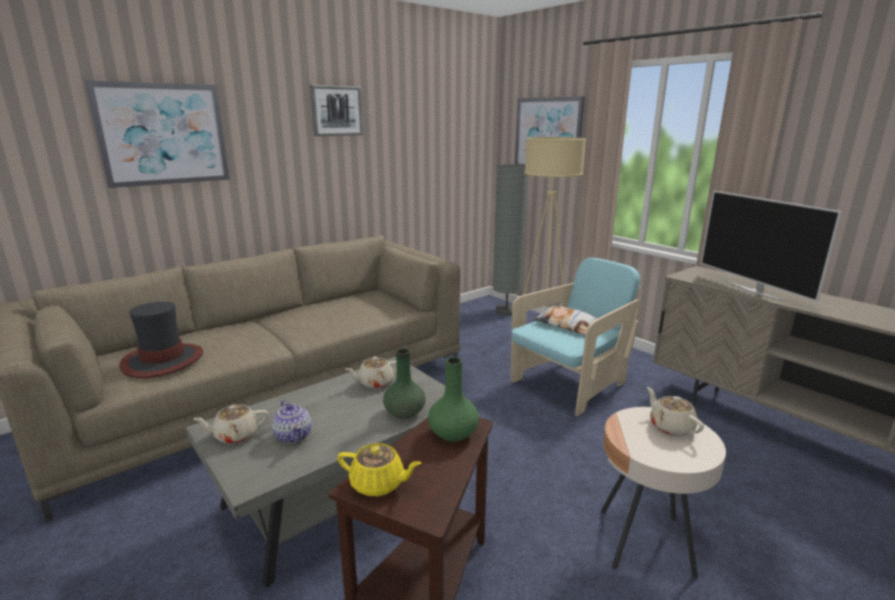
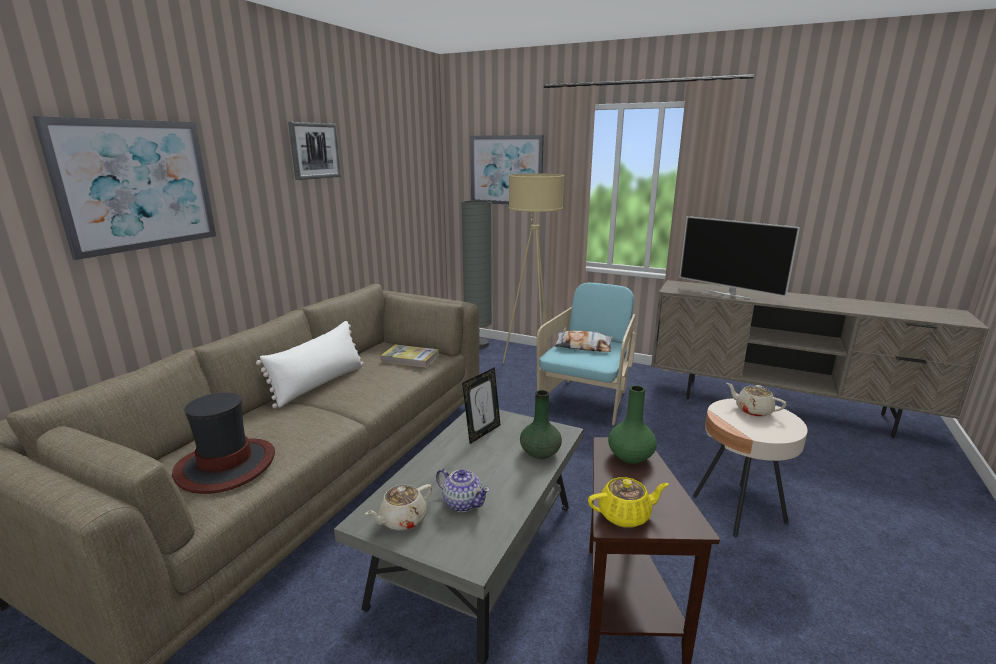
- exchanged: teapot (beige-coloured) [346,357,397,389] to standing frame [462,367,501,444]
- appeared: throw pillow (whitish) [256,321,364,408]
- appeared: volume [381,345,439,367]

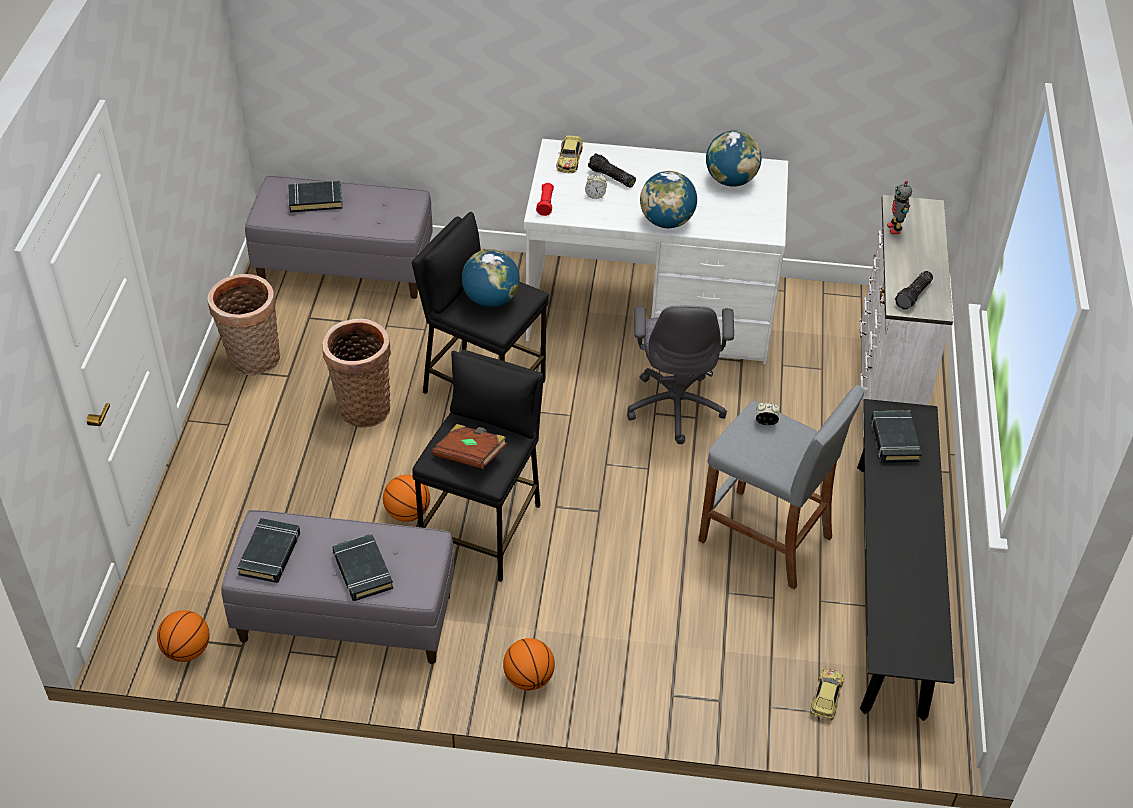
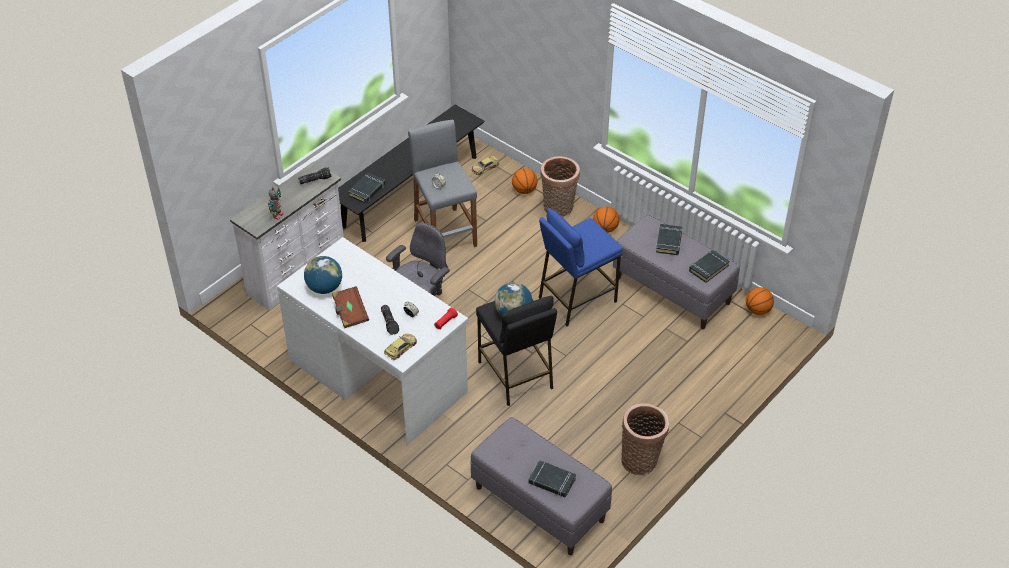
- missing: desk globe [640,171,697,228]
- relocated: storage basket [322,319,391,428] to [541,156,580,217]
- colour: sitting stool (black-coloured) [412,350,543,582] to sitting stool (bluish) [539,208,623,327]
- relocated: volume (brown-coloured) [432,424,507,469] to [332,286,369,328]
- relocated: ball for basketball [383,475,430,522] to [512,168,537,194]

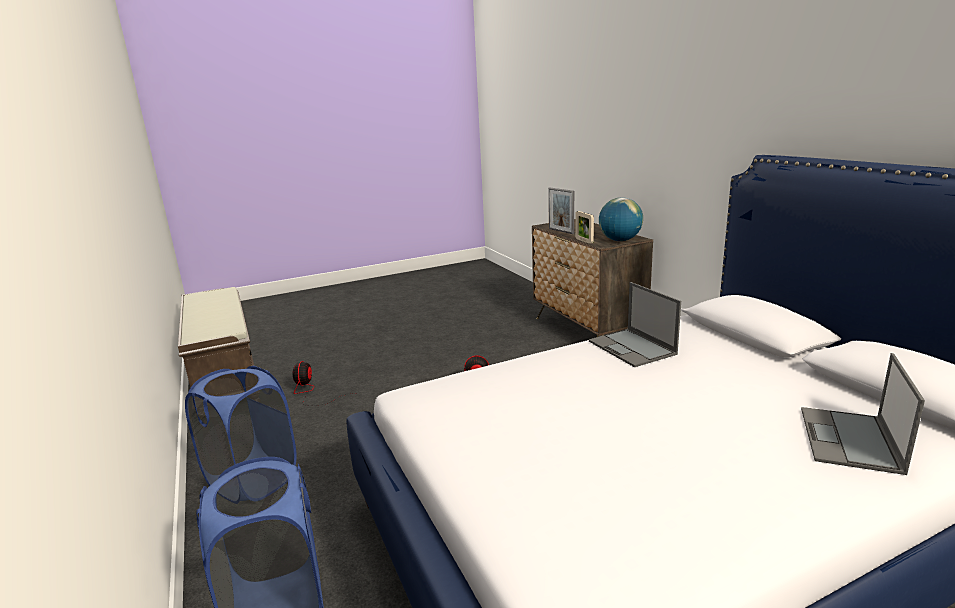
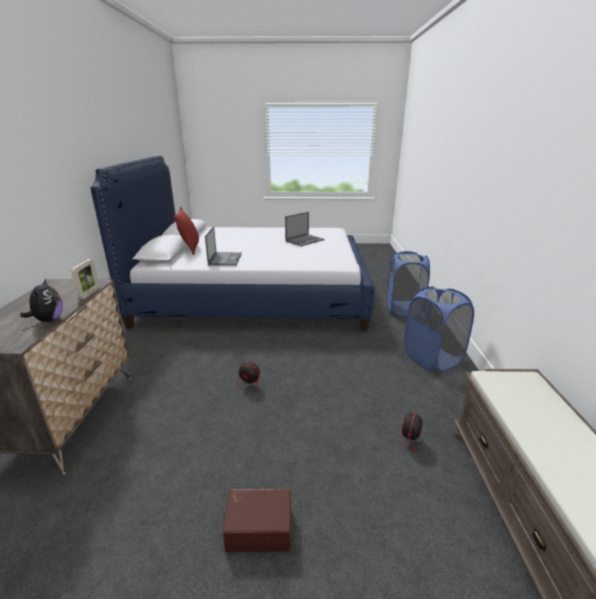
- exchanged: standing frame [548,188,574,234] to soft toy [20,279,63,322]
- missing: desk globe [599,197,643,241]
- relocated: laptop [801,353,925,475] to [285,212,325,246]
- appeared: throw pillow (reddish) [174,207,199,255]
- appeared: storage box (brown-coloured) [222,489,291,552]

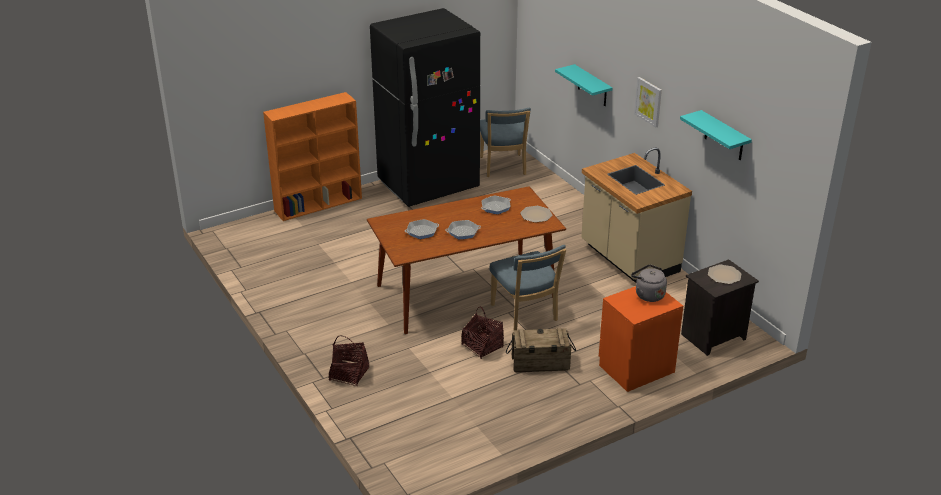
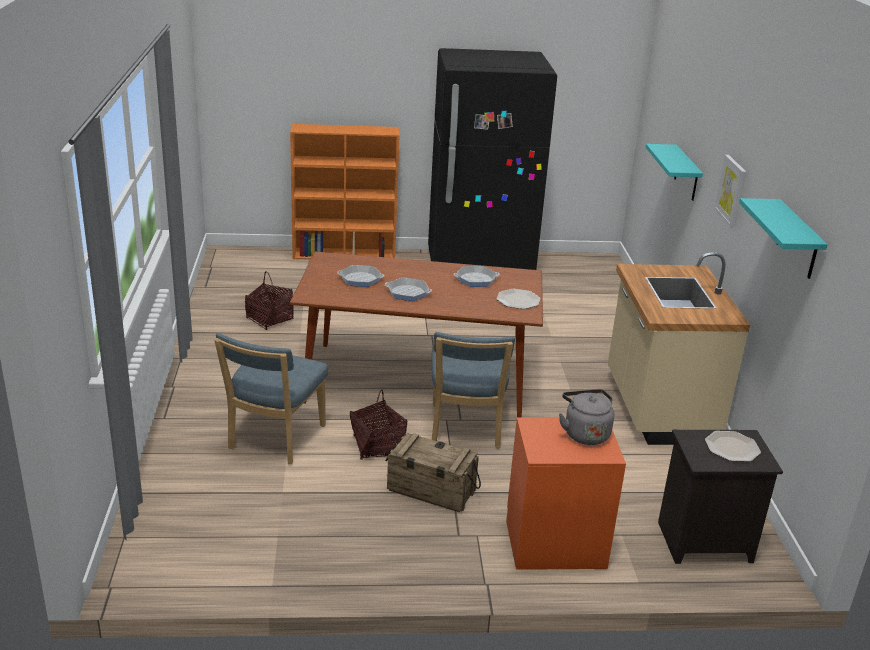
- relocated: chair (bluish) [480,108,531,177] to [214,333,328,464]
- relocated: storage basket [329,336,370,386] to [245,271,294,330]

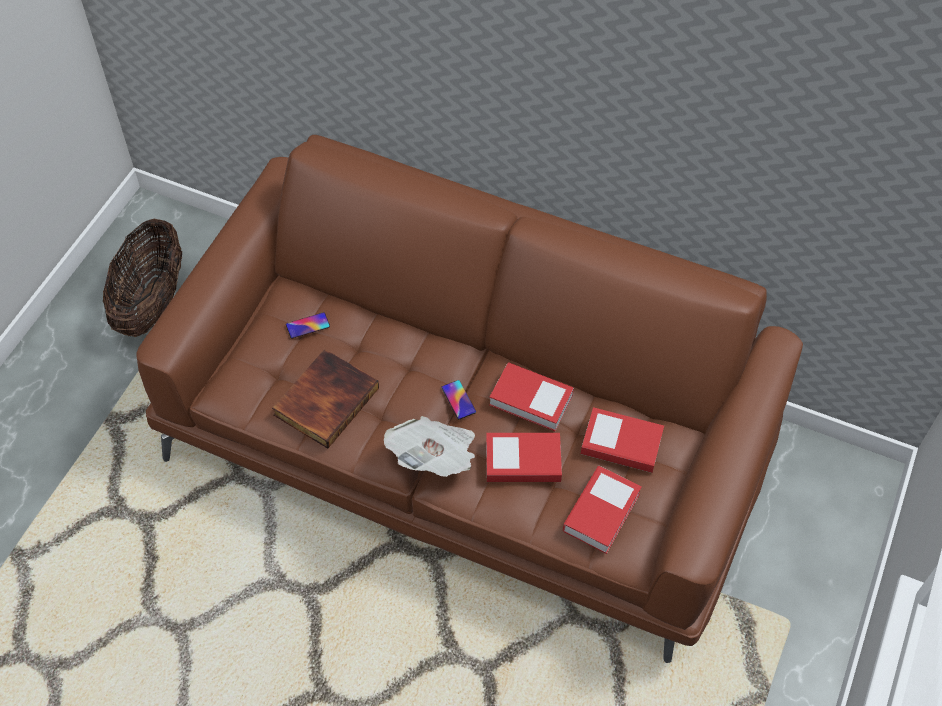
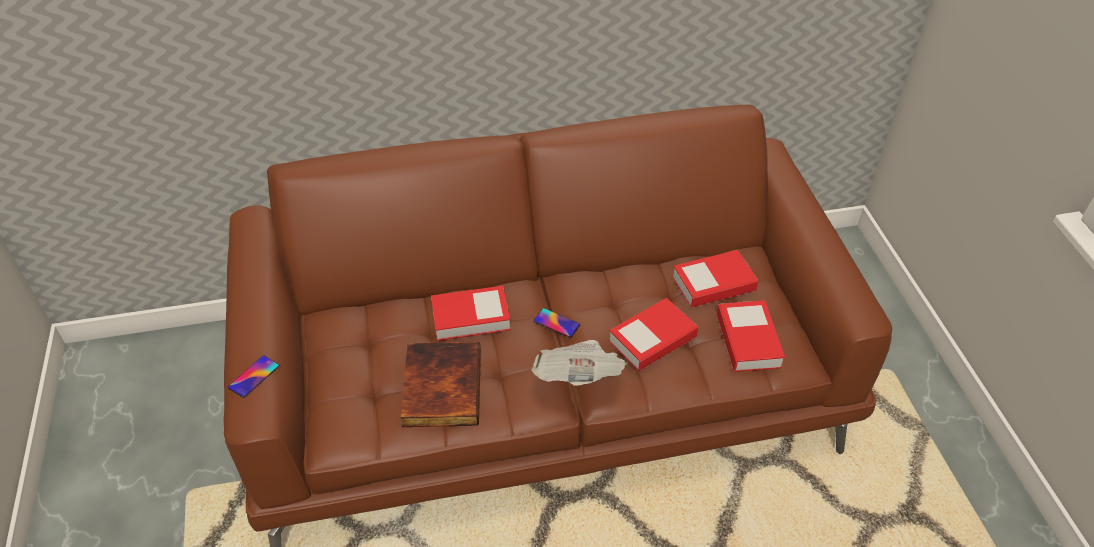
- missing: storage basket [103,219,182,337]
- relocated: telephone [286,312,330,339] to [228,355,279,398]
- relocated: volume [489,362,574,431] to [431,286,511,341]

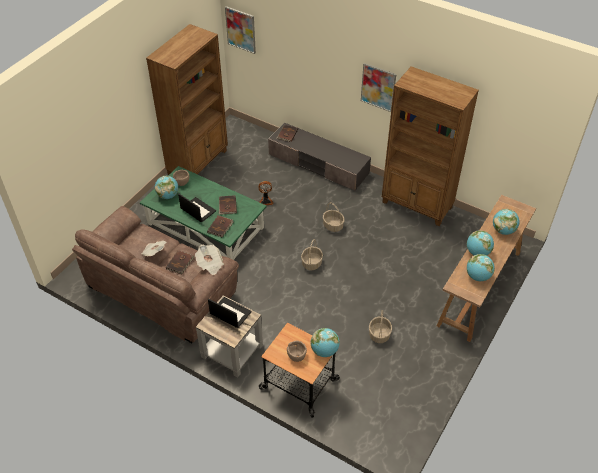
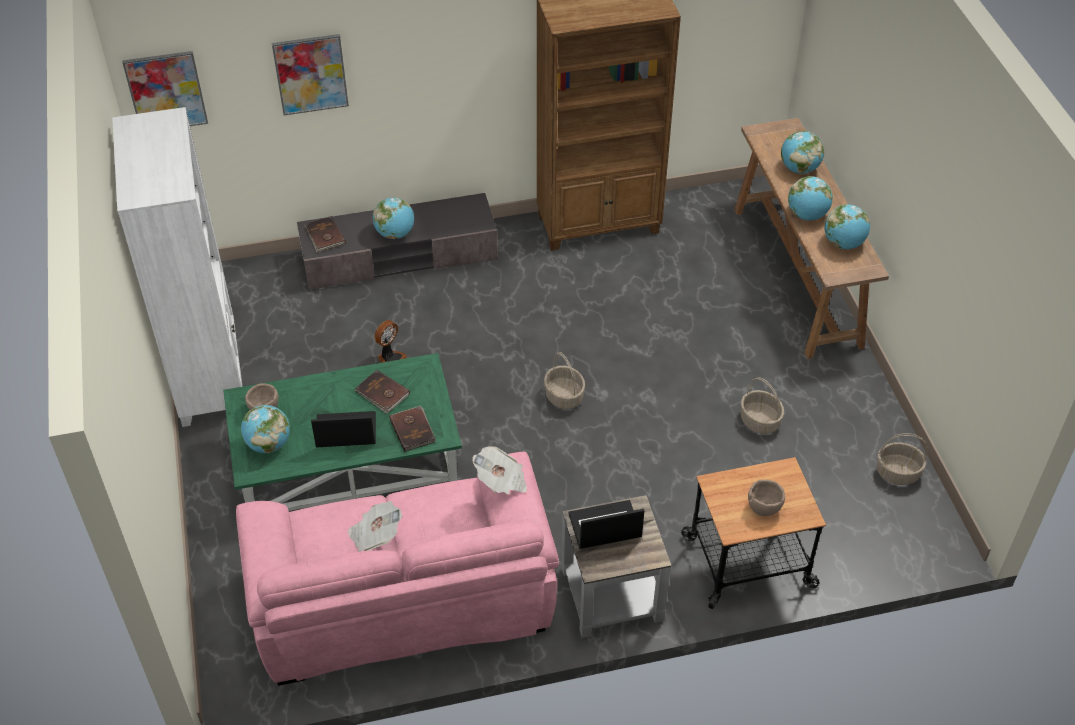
- colour: shelving unit (brown-coloured) [146,24,228,175] to shelving unit (whitish) [112,107,243,427]
- relocated: wall picture [361,63,396,112] to [272,34,349,115]
- relocated: storage basket [323,202,344,232] to [877,433,928,485]
- colour: settee (brown-coloured) [72,206,239,343] to settee (pinkish) [236,452,559,686]
- missing: volume (brown-coloured) [166,250,195,274]
- relocated: desk globe [311,328,339,357] to [373,198,414,239]

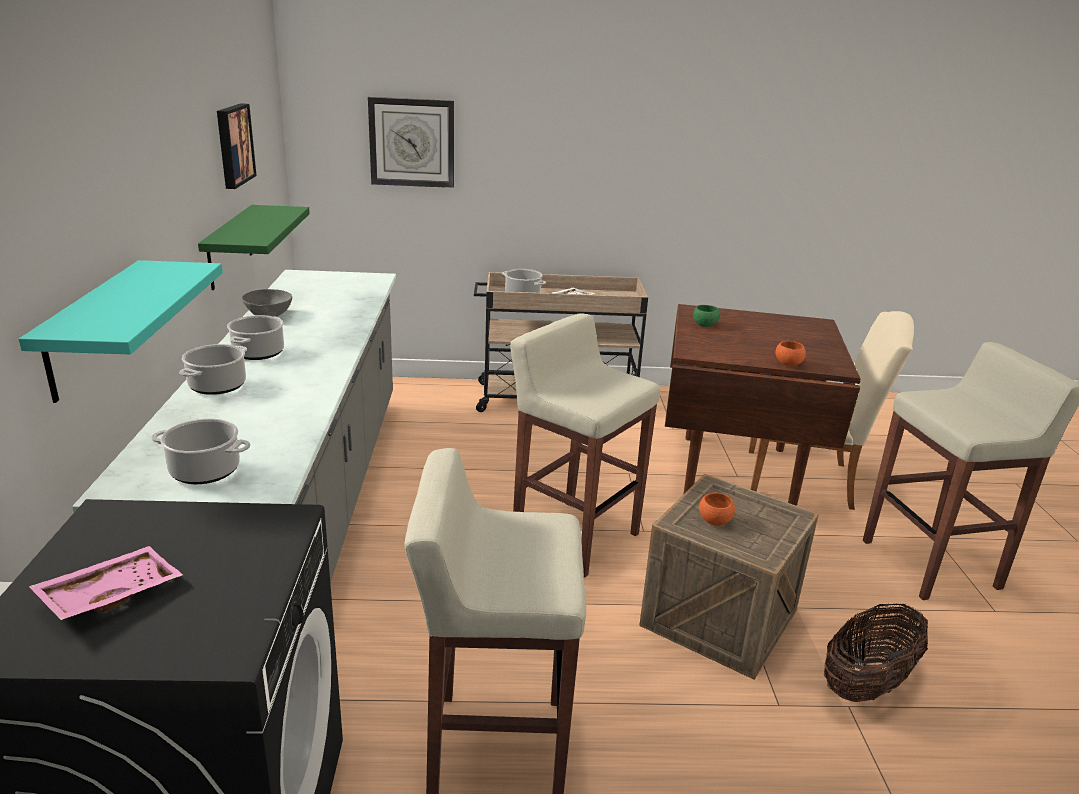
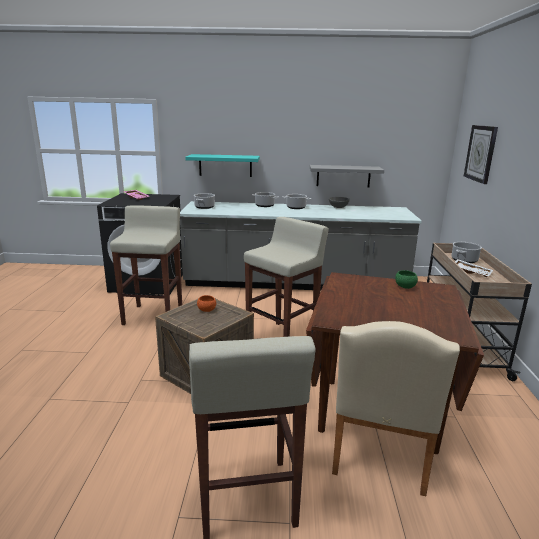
- missing: wall picture [217,103,257,189]
- colour: shelf (greenish) [198,205,310,290] to shelf (gray) [310,165,384,188]
- missing: bowl (orangey) [775,341,806,366]
- missing: storage basket [824,602,928,702]

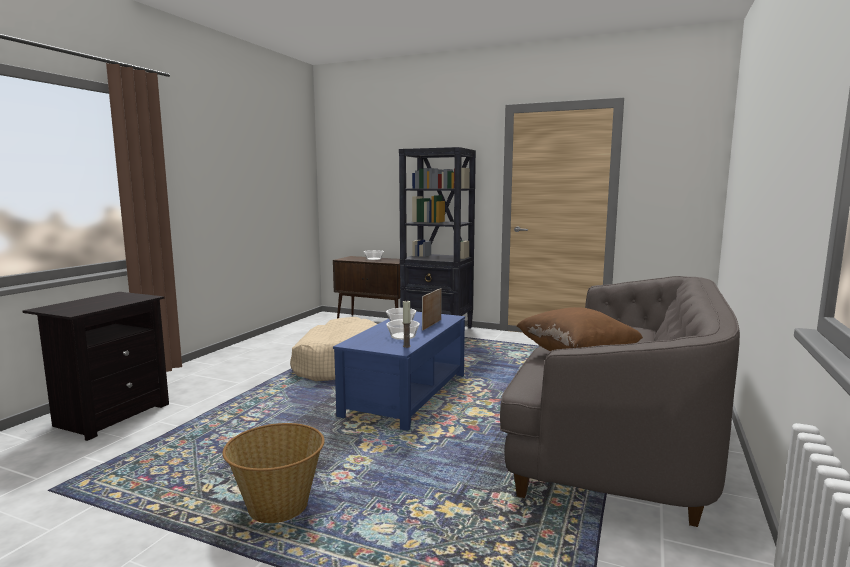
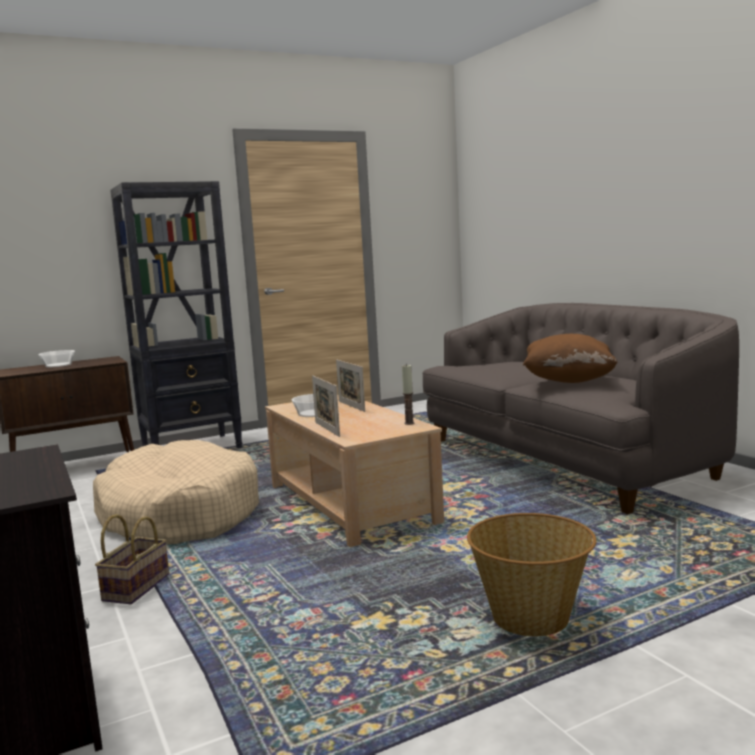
- colour: low table (bluish) [333,311,465,431] to low table (beige-coloured) [265,395,444,547]
- missing: bowl [386,320,420,340]
- appeared: standing frame [312,375,340,437]
- appeared: storage basket [95,514,169,604]

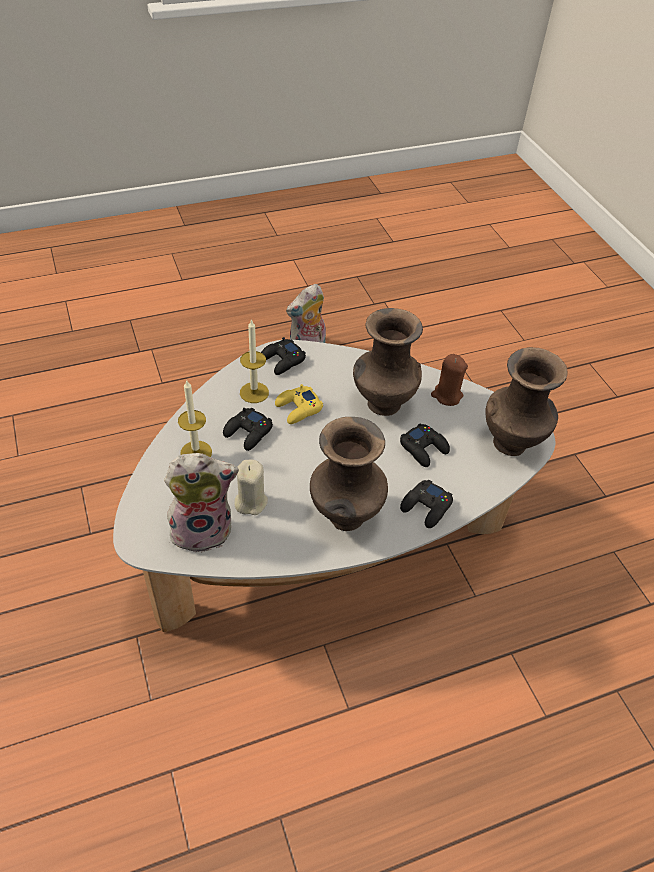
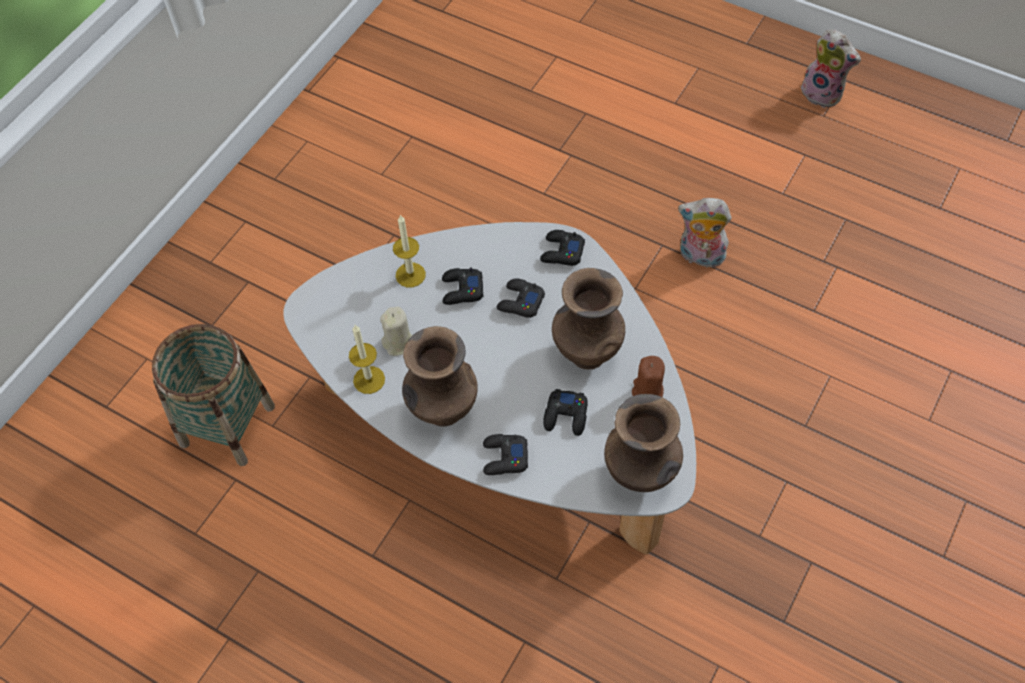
- relocated: wax light [240,319,269,403] to [349,325,385,394]
- colour: gamepad (yellow) [275,384,323,424] to gamepad (black-coloured) [497,279,545,318]
- relocated: soft toy [164,453,239,554] to [801,29,861,108]
- appeared: storage basket [152,324,275,466]

